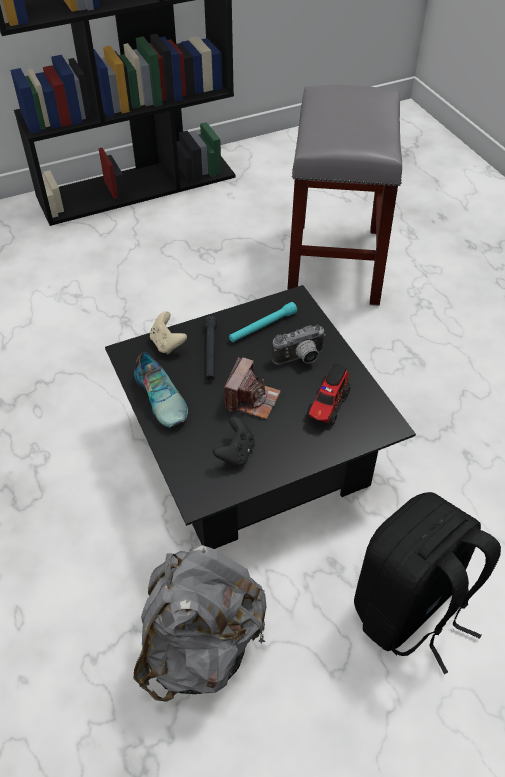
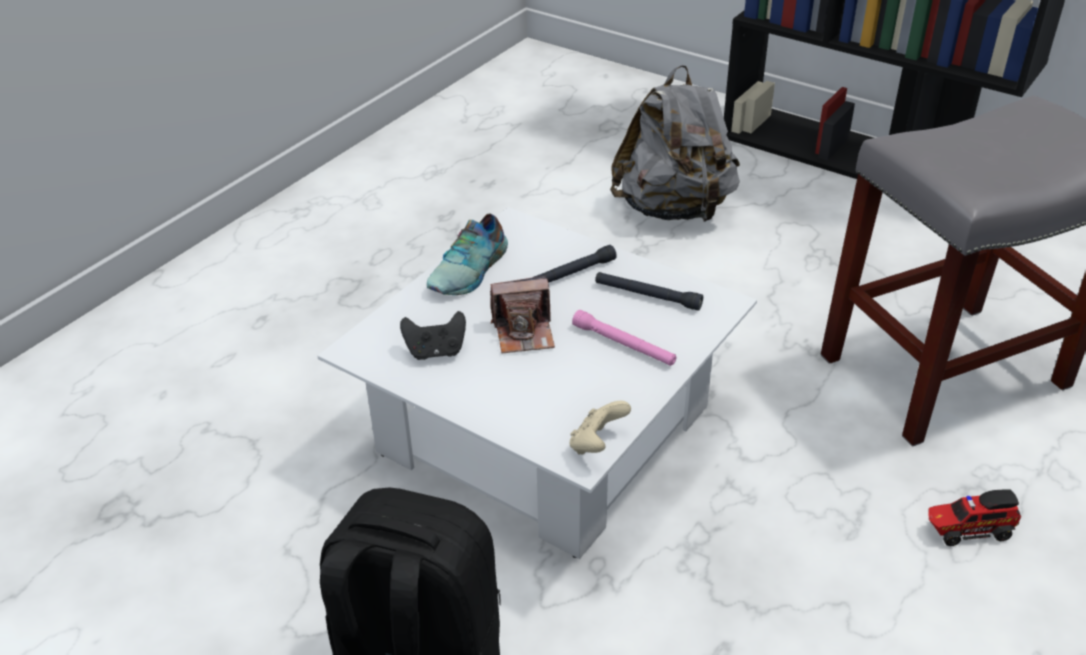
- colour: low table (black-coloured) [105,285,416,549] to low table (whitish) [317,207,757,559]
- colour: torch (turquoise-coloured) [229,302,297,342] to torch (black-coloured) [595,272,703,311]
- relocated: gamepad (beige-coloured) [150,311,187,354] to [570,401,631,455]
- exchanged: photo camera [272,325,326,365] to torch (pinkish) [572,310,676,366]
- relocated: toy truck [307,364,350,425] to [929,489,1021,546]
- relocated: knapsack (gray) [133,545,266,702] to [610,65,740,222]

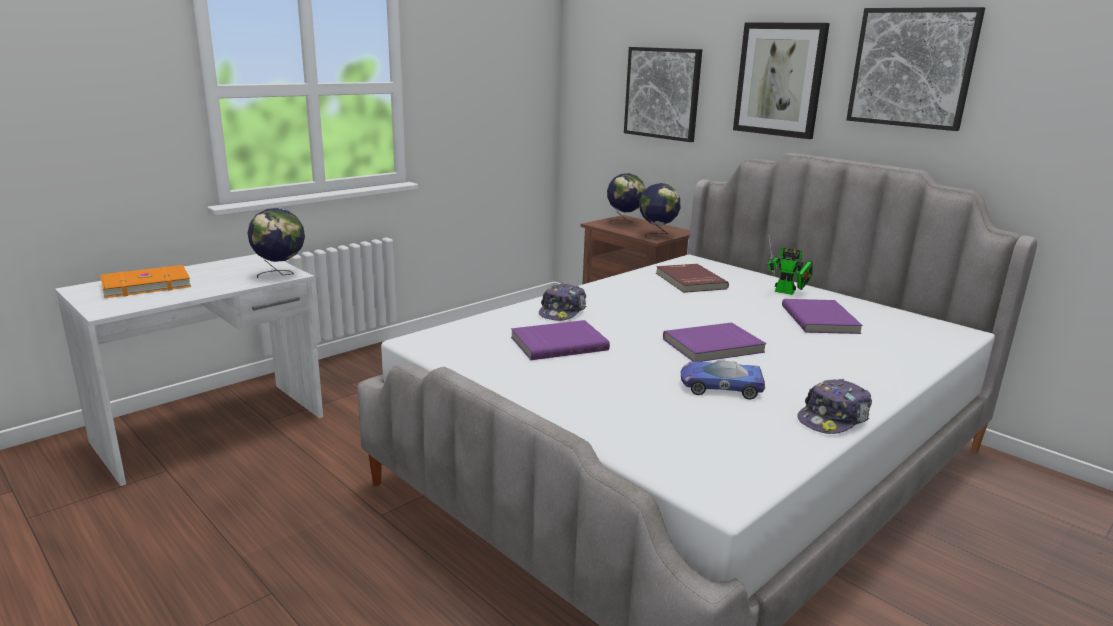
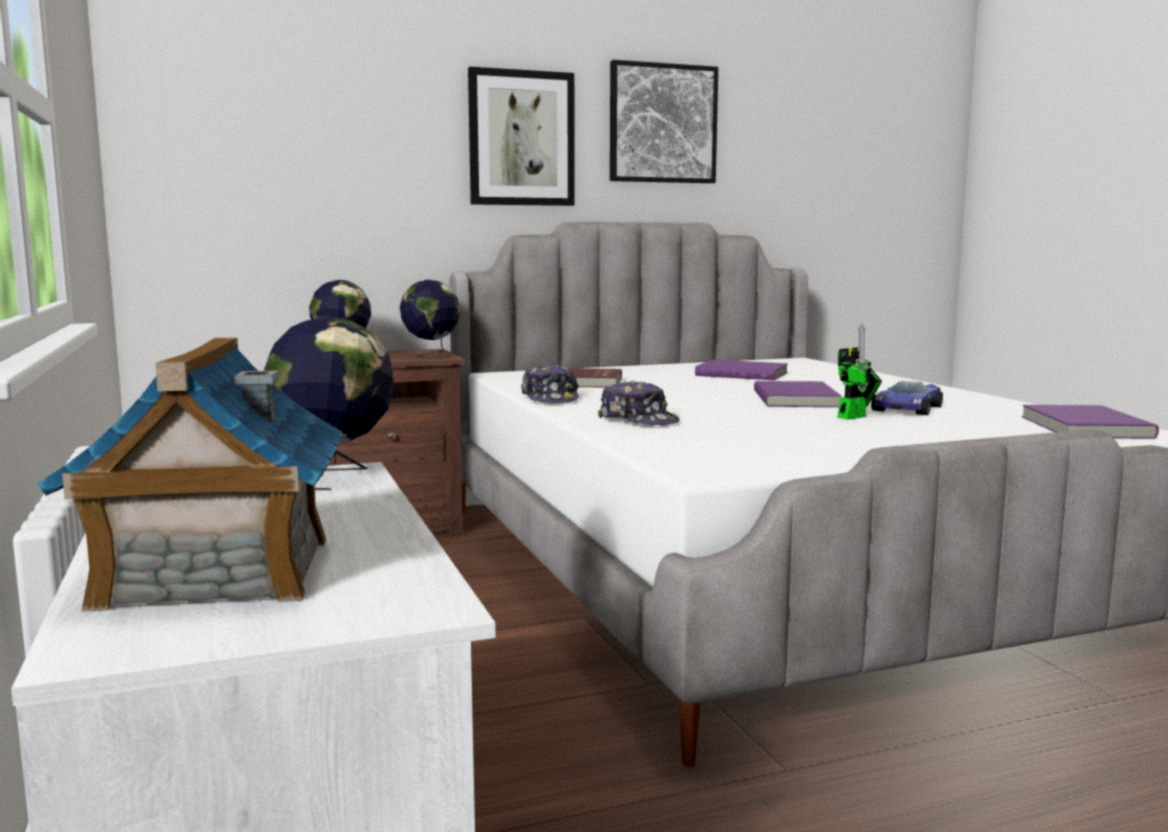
- missing: wall picture [624,47,702,142]
- relocated: robot figure [767,233,813,295] to [837,323,882,420]
- exchanged: volume (orangey) [100,265,191,298] to model house [37,338,343,612]
- relocated: volume (purplish) [511,320,610,360] to [1022,405,1159,439]
- relocated: baseball cap [797,379,872,434] to [521,364,579,403]

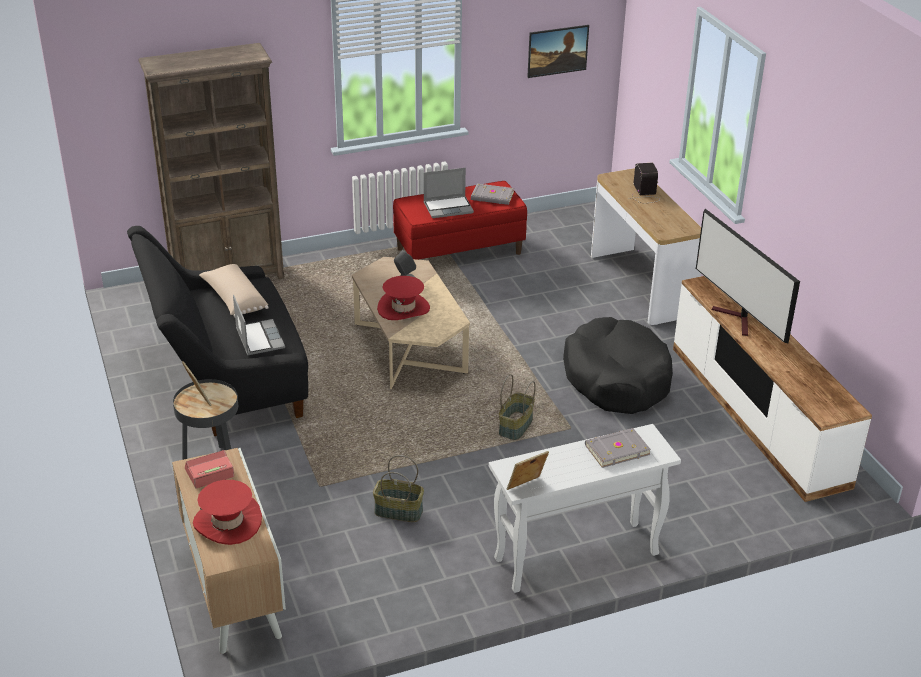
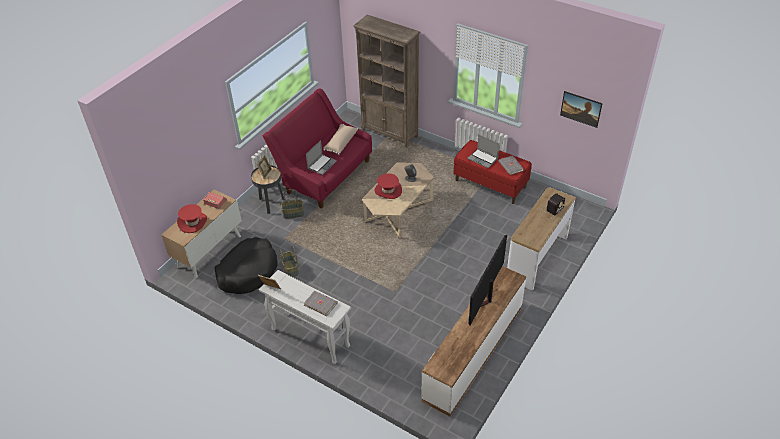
- colour: settee (black-coloured) [127,226,308,436] to settee (reddish) [263,88,372,209]
- relocated: pet bed (black-coloured) [563,317,673,414] to [215,237,278,294]
- relocated: storage basket [499,374,536,440] to [281,189,304,219]

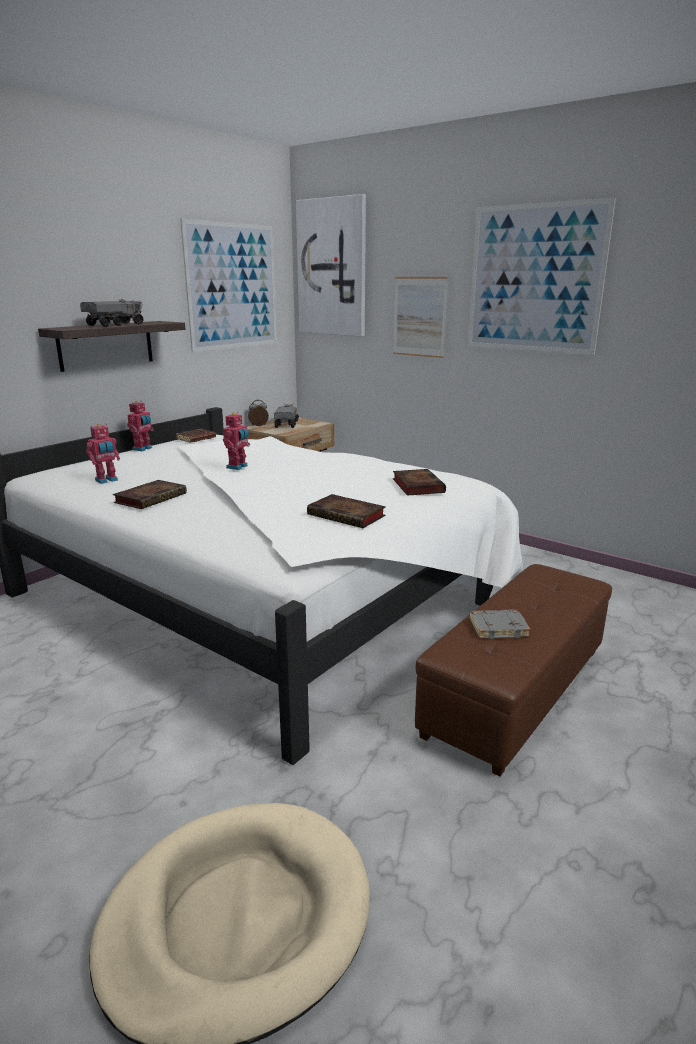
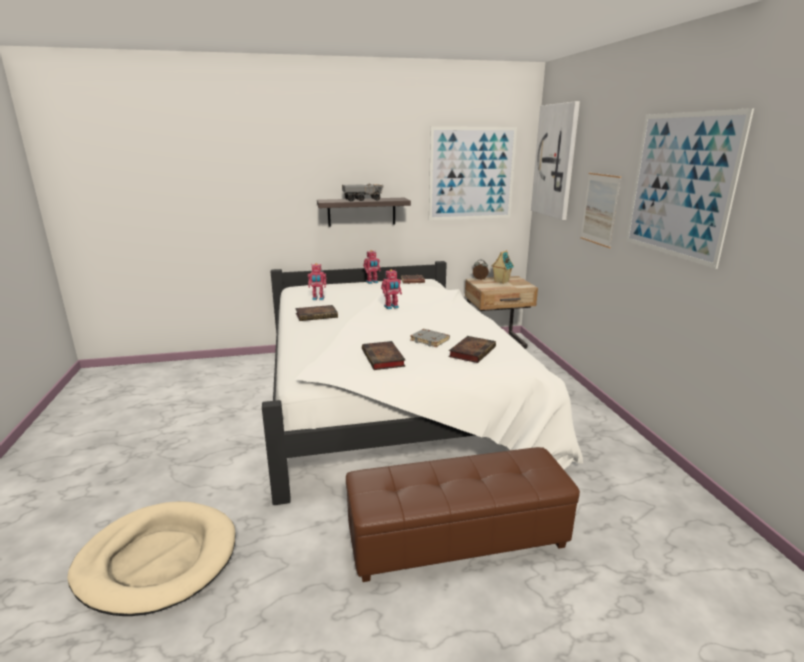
- exchanged: toy truck [274,403,299,428] to model house [491,250,514,284]
- relocated: volume (gray) [469,609,531,639] to [410,329,450,347]

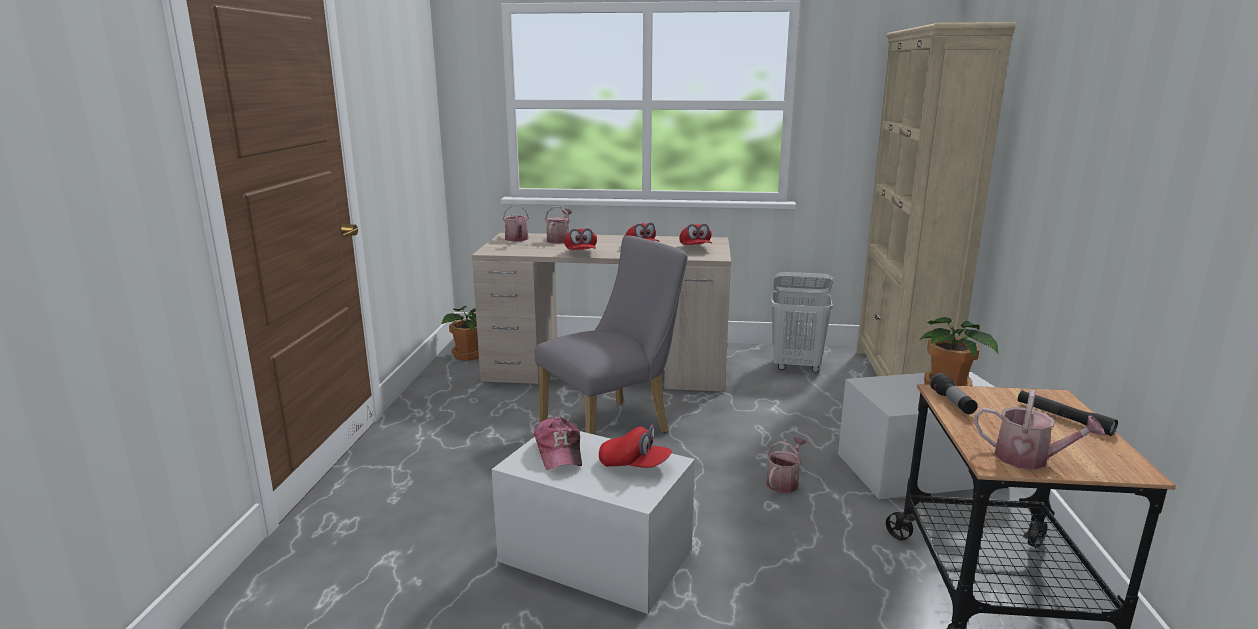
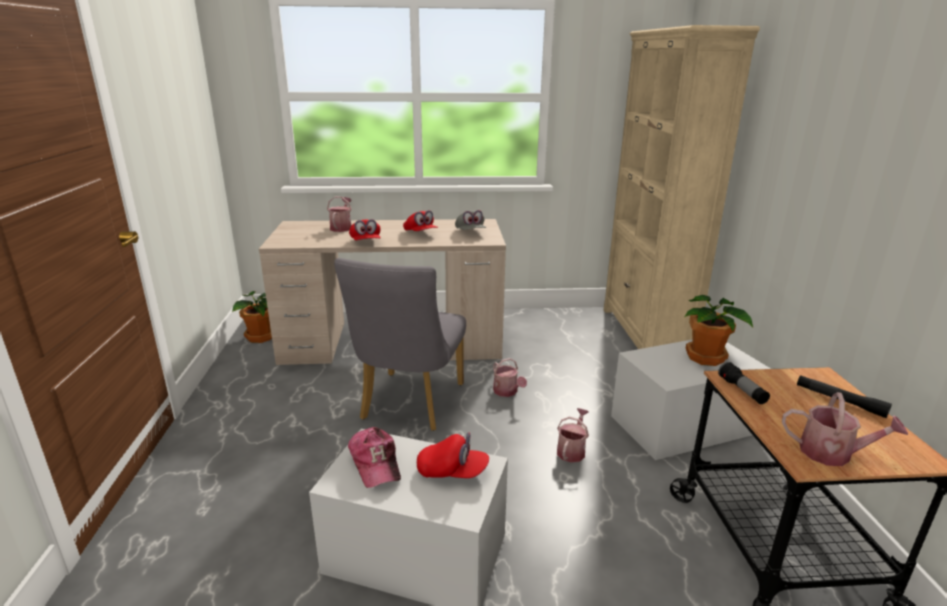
- relocated: watering can [503,205,529,242] to [493,358,527,397]
- colour: baseball cap (reddish) [679,224,712,245] to baseball cap (gray) [455,210,486,230]
- spun: chair (gray) [535,236,688,435] = [334,258,466,431] 150 degrees clockwise
- missing: hamper (whitish) [771,272,833,372]

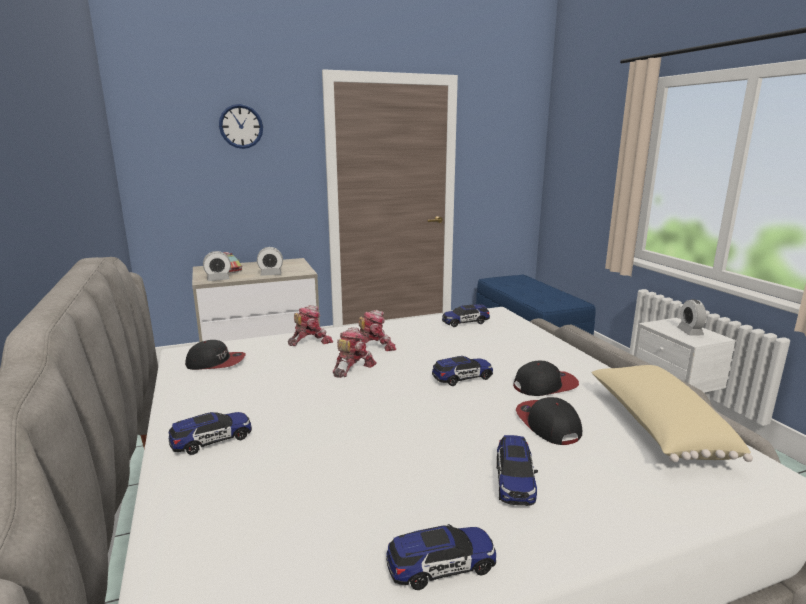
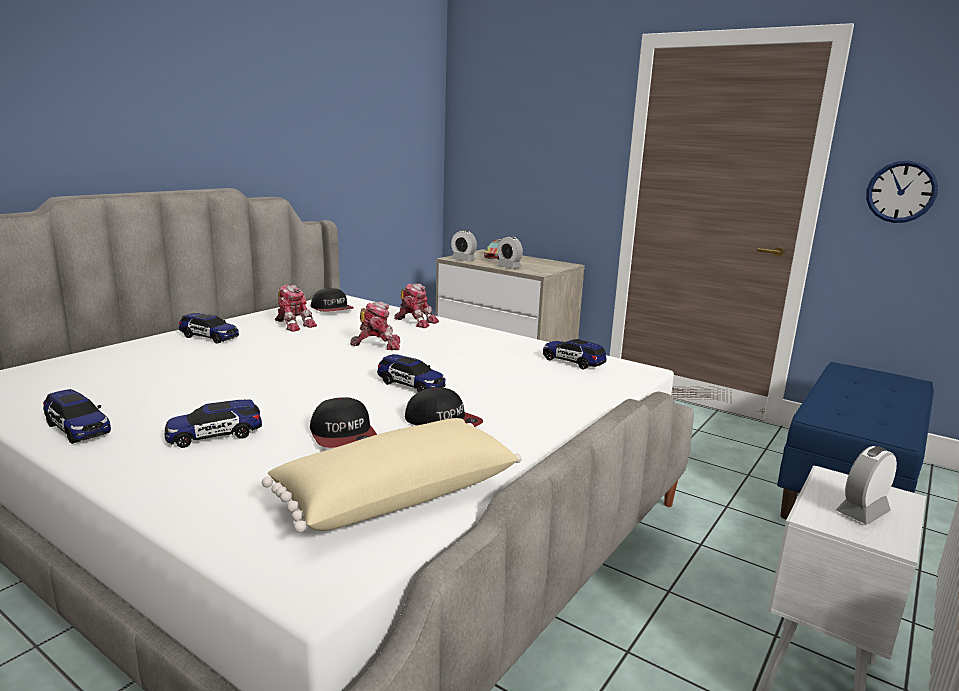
- relocated: wall clock [219,104,263,149] to [866,161,938,223]
- relocated: robot figure [359,310,396,351] to [275,285,317,332]
- spun: baseball cap [516,397,582,445] = [310,397,377,448] 120 degrees clockwise

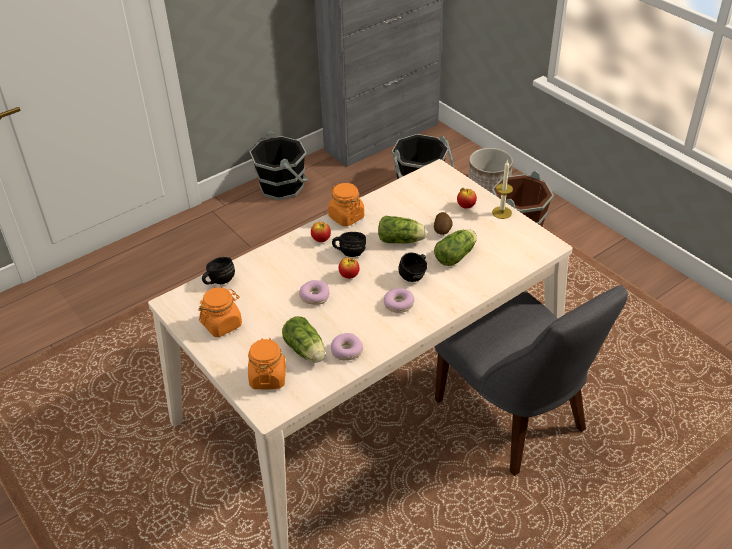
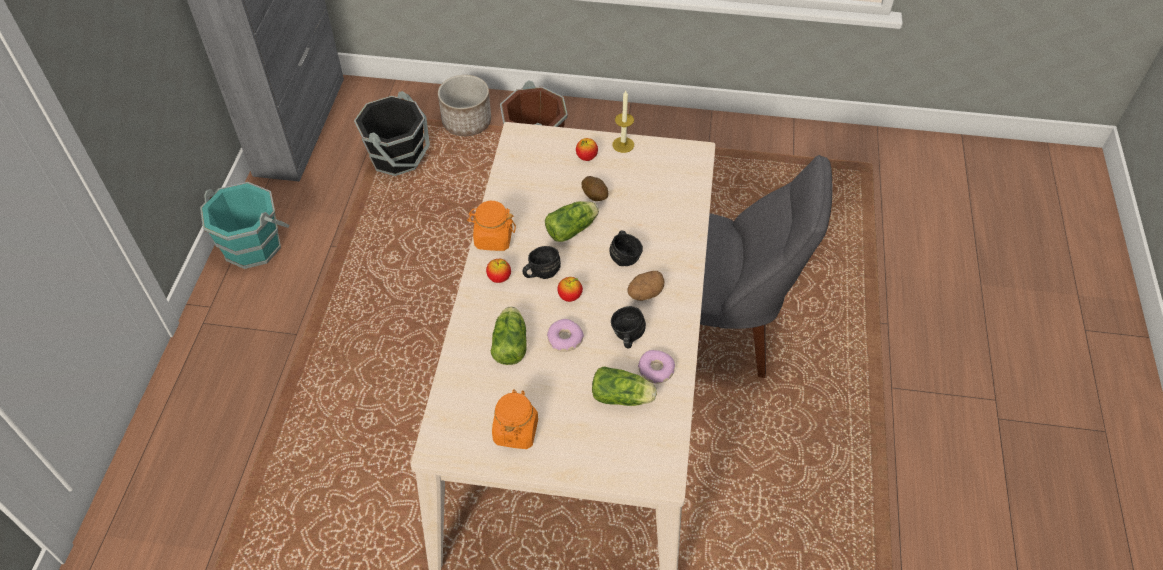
- colour: pail (black-coloured) [250,131,308,200] to pail (turquoise-coloured) [200,182,289,269]
- relocated: lettuce [434,229,477,266] to [491,307,527,365]
- relocated: mug (black-coloured) [202,257,235,285] to [611,306,646,349]
- exchanged: doughnut [384,288,414,313] to potato [628,271,664,301]
- missing: storage jar (orangey) [248,338,286,389]

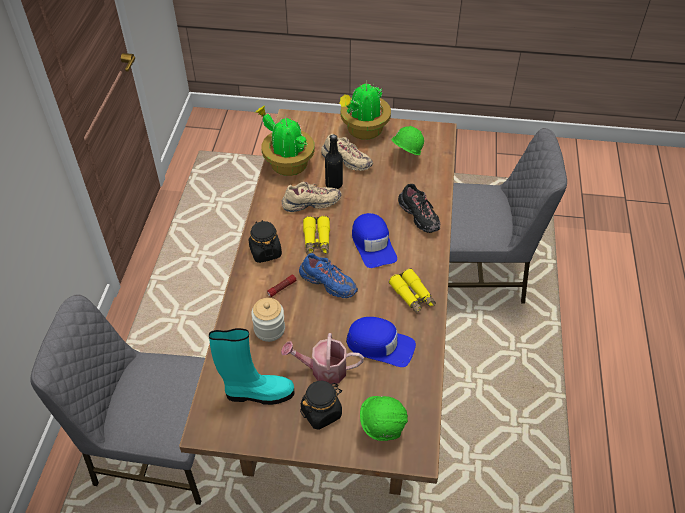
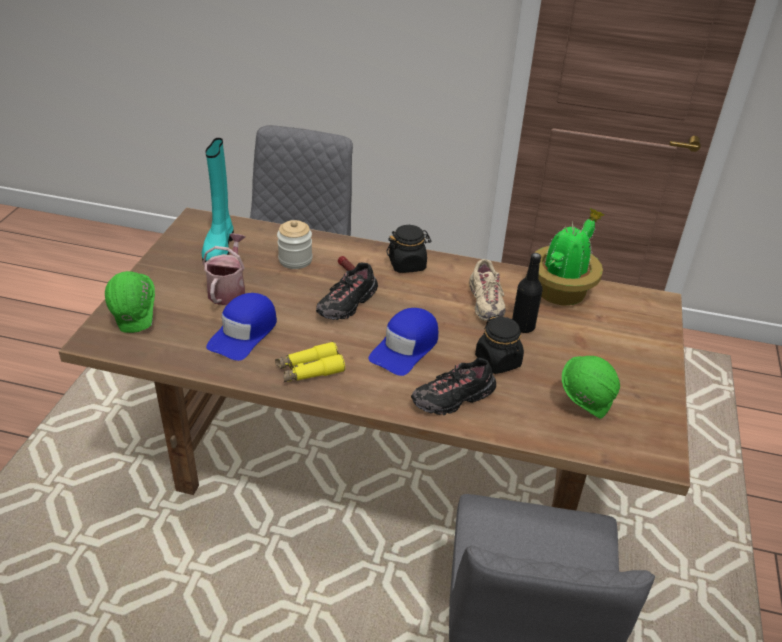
- missing: potted plant [339,81,391,140]
- missing: item of footwear (beige-coloured) [321,134,373,171]
- spun: baseball cap (bluish) [352,213,397,268] = [368,308,438,376] 45 degrees counterclockwise
- missing: pair of binoculars (yellow) [303,216,330,255]
- colour: item of footwear (bluish) [299,253,358,298] to item of footwear (black-coloured) [316,263,378,320]
- relocated: storage jar (black-coloured) [300,381,342,430] to [475,315,524,374]

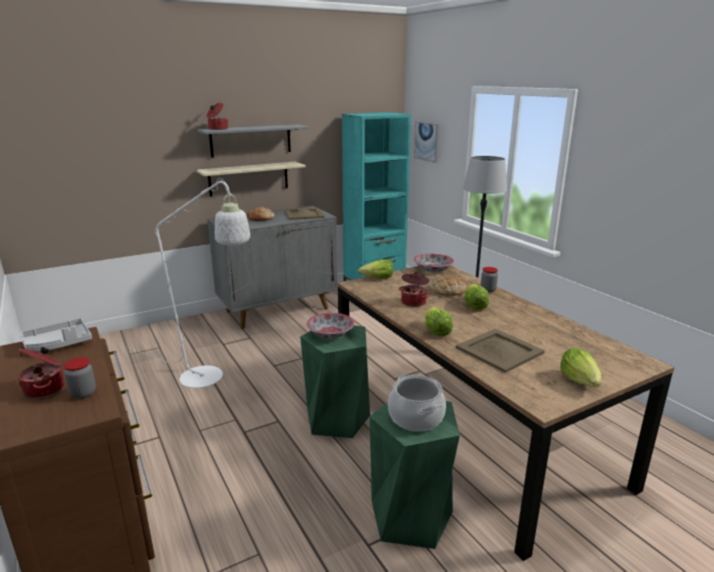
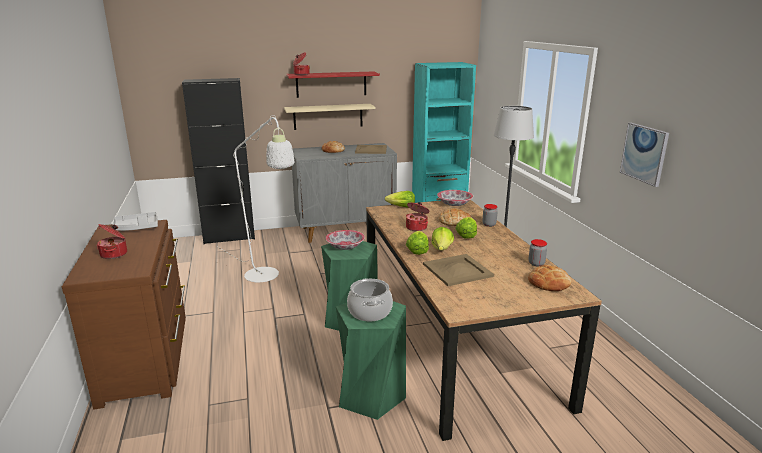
- relocated: wall picture [414,121,440,163] to [620,123,669,187]
- colour: shelf (gray) [198,124,309,158] to shelf (reddish) [286,71,380,98]
- relocated: lettuce [560,348,601,387] to [431,227,454,251]
- relocated: storage jar [64,357,96,399] to [529,239,547,266]
- appeared: cupboard (black-coloured) [182,78,255,244]
- appeared: baked bread [528,265,571,291]

